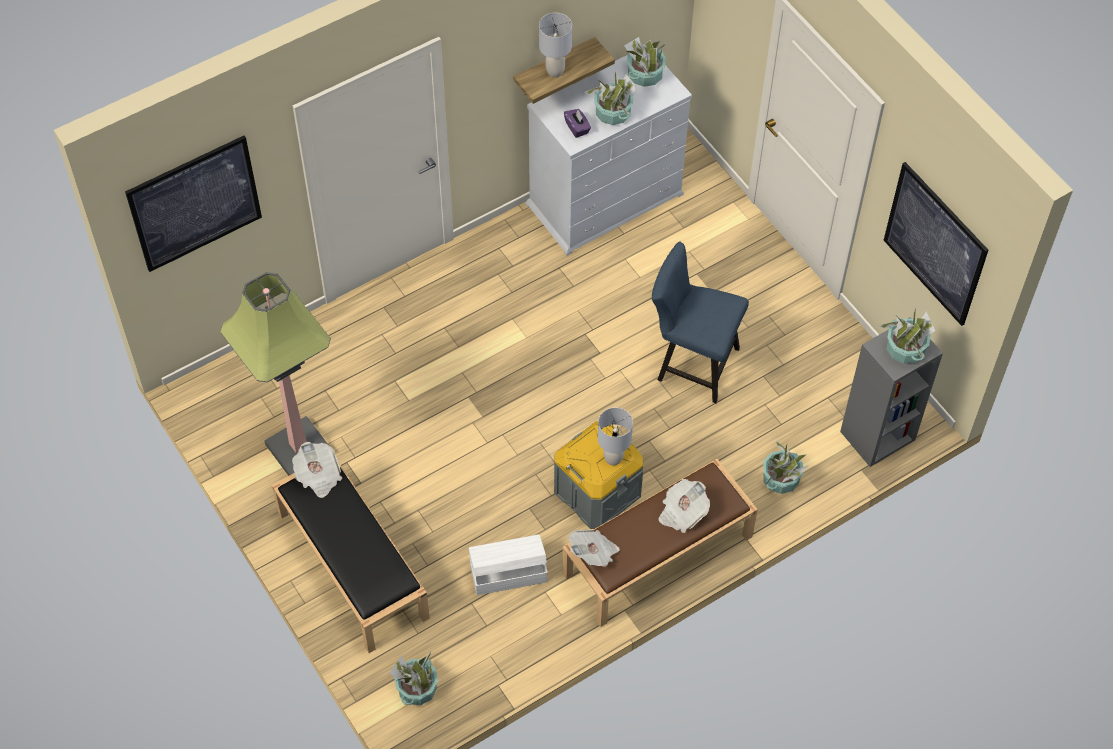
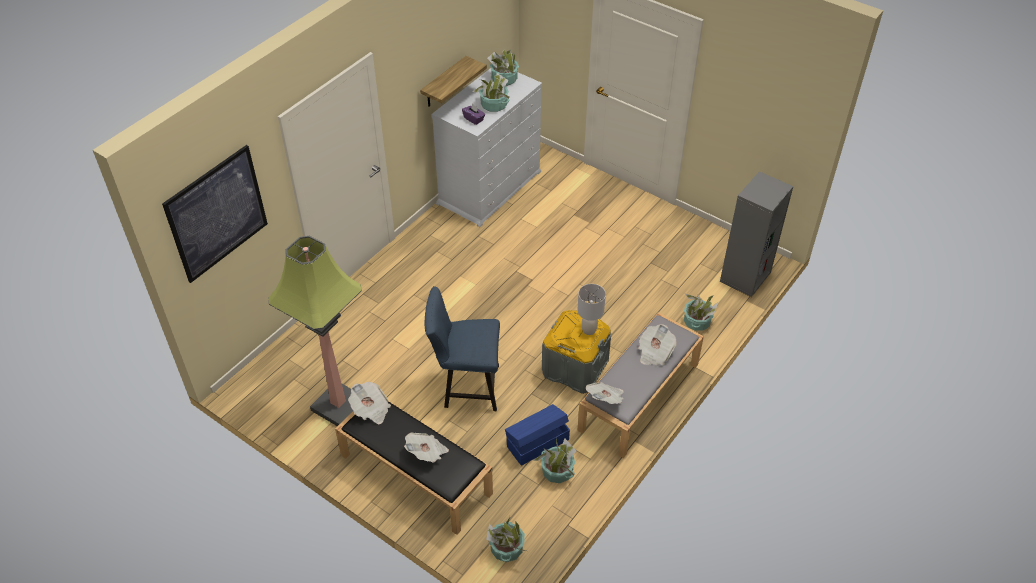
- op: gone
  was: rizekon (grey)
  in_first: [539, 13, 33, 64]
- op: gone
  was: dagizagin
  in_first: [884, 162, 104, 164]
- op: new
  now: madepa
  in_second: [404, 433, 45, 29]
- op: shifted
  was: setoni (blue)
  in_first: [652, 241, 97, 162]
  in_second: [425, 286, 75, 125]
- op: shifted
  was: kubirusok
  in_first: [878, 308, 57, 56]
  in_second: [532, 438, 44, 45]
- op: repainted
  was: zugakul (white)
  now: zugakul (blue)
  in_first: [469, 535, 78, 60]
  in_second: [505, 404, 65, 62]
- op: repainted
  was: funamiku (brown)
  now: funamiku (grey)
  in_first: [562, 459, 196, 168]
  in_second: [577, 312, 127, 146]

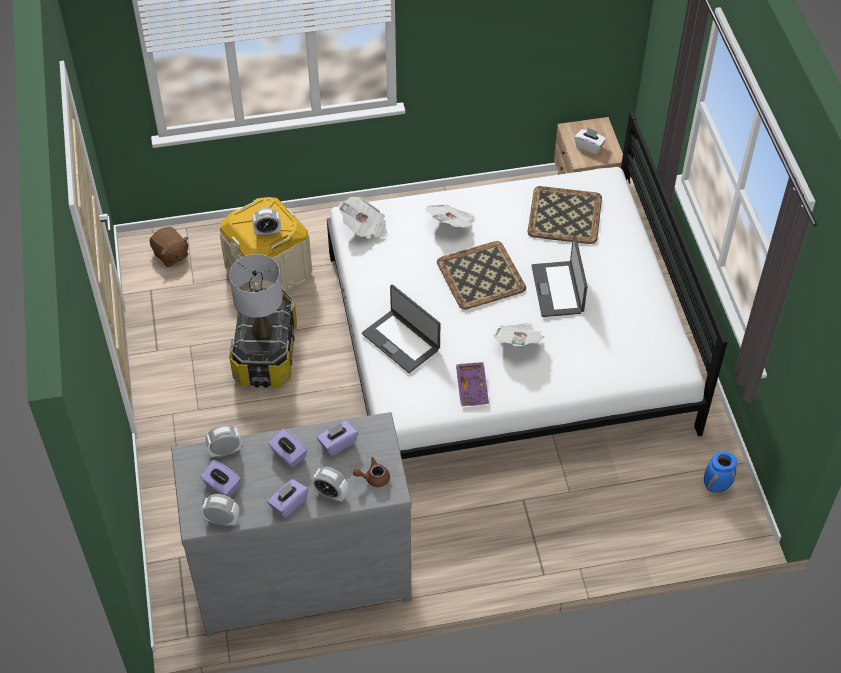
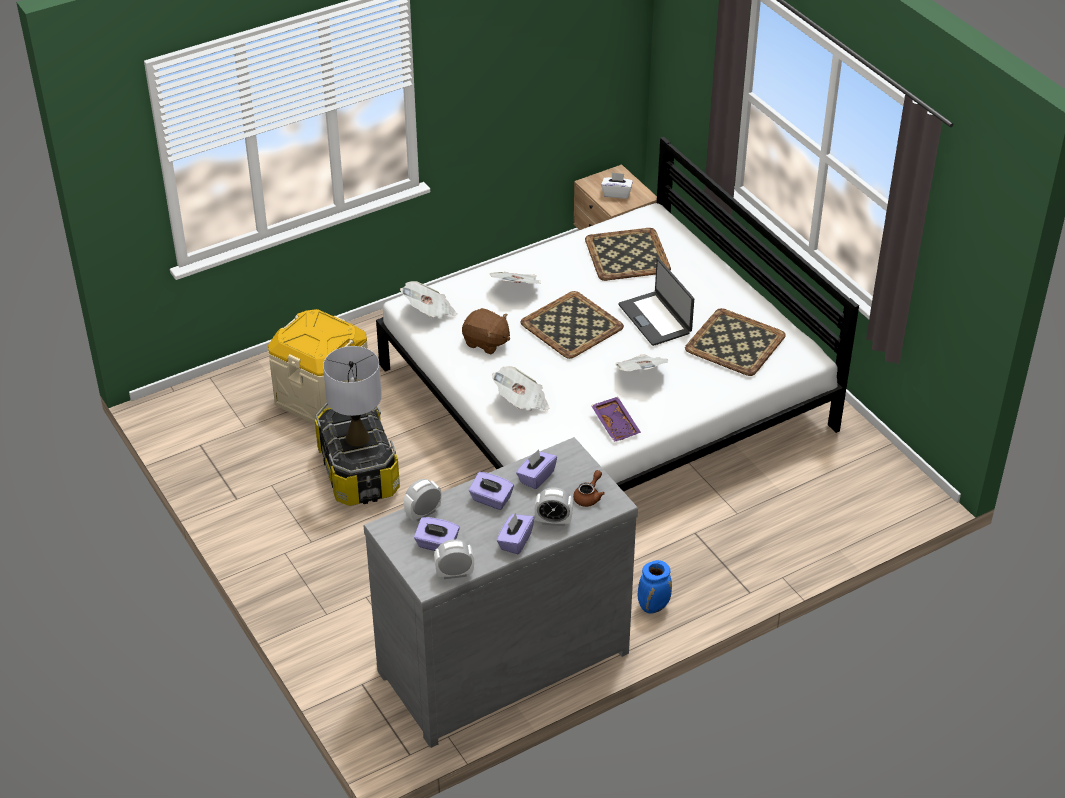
- op: gone
  was: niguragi
  in_first: [252, 208, 29, 28]
- op: new
  now: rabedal
  in_second: [685, 308, 101, 68]
- op: shifted
  was: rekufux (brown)
  in_first: [150, 227, 39, 40]
  in_second: [462, 308, 48, 46]
- op: shifted
  was: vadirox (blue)
  in_first: [704, 451, 33, 42]
  in_second: [638, 560, 34, 54]
- op: swapped
  was: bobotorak
  now: madepa
  in_first: [362, 284, 78, 89]
  in_second: [492, 366, 58, 45]
- op: rotated
  was: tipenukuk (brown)
  in_first: [353, 457, 37, 30]
  in_second: [573, 470, 32, 37]
  clockwise: 150

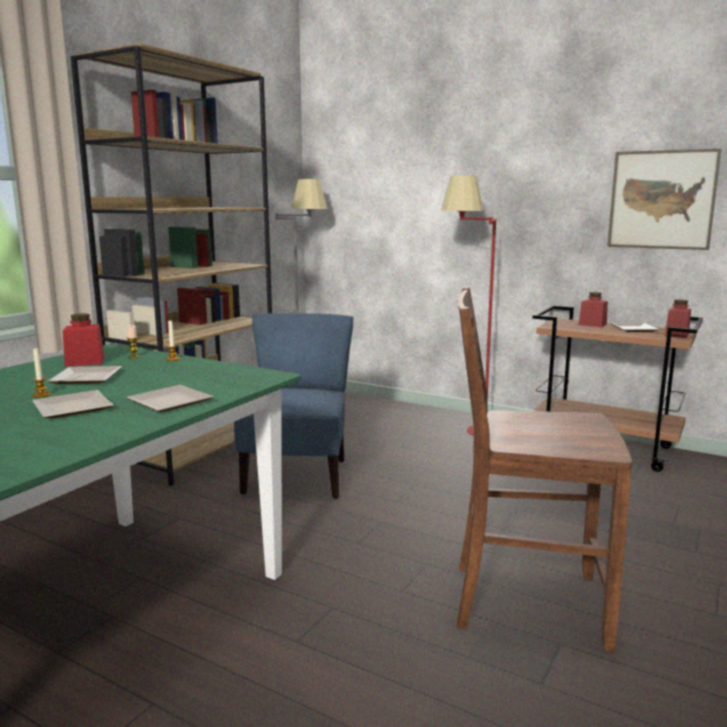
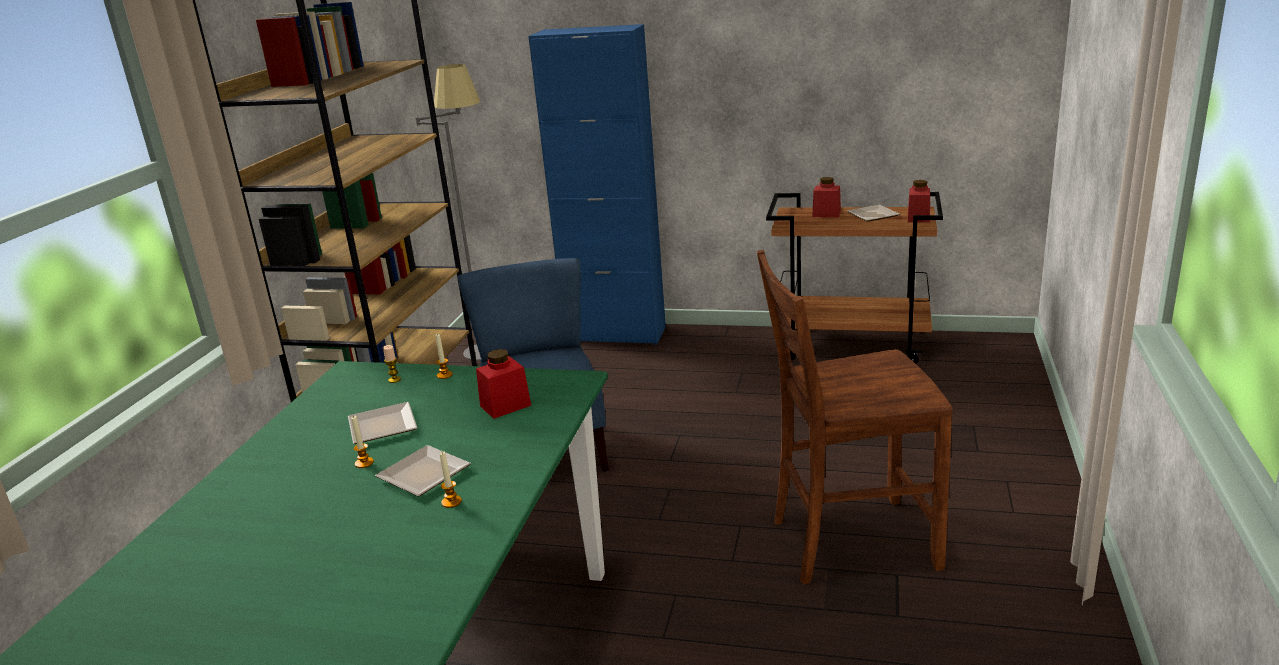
- op: gone
  was: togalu
  in_first: [126, 385, 88, 27]
- op: gone
  was: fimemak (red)
  in_first: [441, 176, 55, 260]
- op: gone
  was: dagizagin
  in_first: [607, 149, 114, 101]
- op: new
  now: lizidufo
  in_second: [440, 452, 22, 56]
- op: new
  now: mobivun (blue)
  in_second: [528, 24, 138, 321]
- op: shifted
  was: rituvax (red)
  in_first: [62, 313, 43, 54]
  in_second: [476, 349, 55, 70]

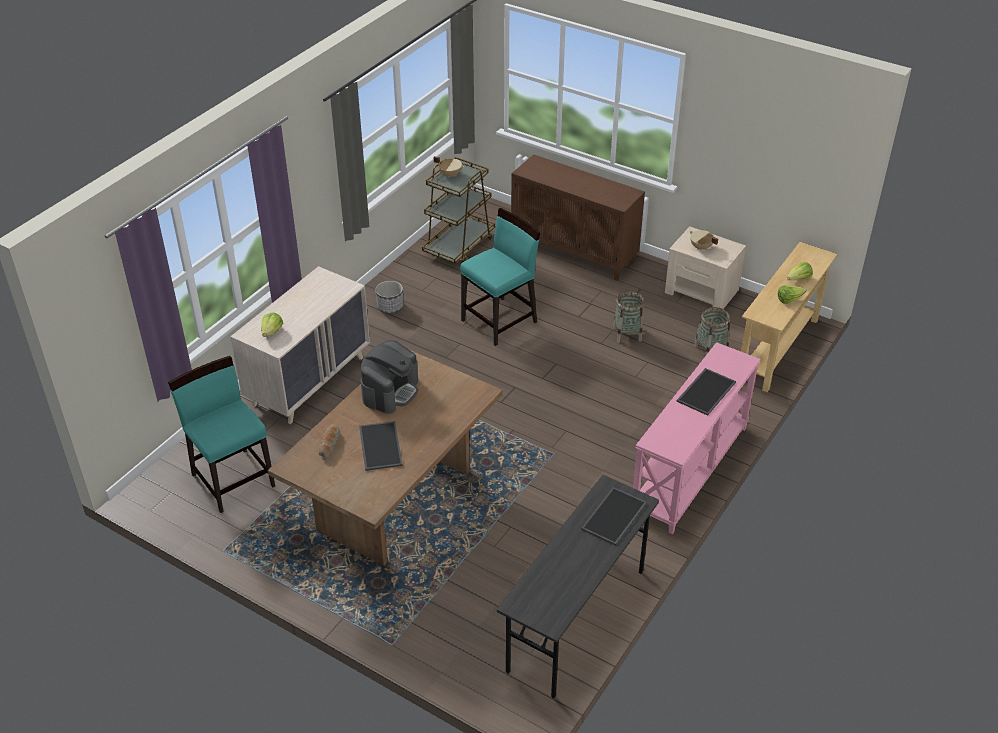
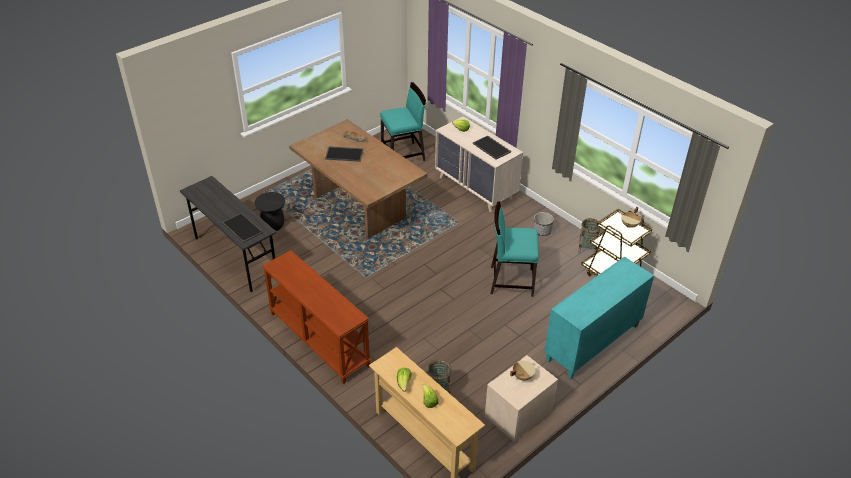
- op: gone
  was: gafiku
  in_first: [361, 340, 57, 74]
- op: new
  now: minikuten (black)
  in_second: [254, 192, 31, 39]
- op: shifted
  was: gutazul
  in_first: [613, 291, 31, 52]
  in_second: [578, 218, 23, 37]
- op: shifted
  was: rabedal
  in_first: [677, 368, 59, 48]
  in_second: [472, 136, 39, 24]
- op: repainted
  was: mobivun (brown)
  now: mobivun (turquoise)
  in_first: [511, 154, 134, 127]
  in_second: [544, 257, 110, 122]
- op: repainted
  was: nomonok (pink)
  now: nomonok (brown)
  in_first: [633, 342, 128, 192]
  in_second: [262, 250, 109, 134]
- op: rotated
  was: setoni (turquoise)
  in_first: [460, 208, 80, 138]
  in_second: [491, 202, 48, 95]
  clockwise: 120

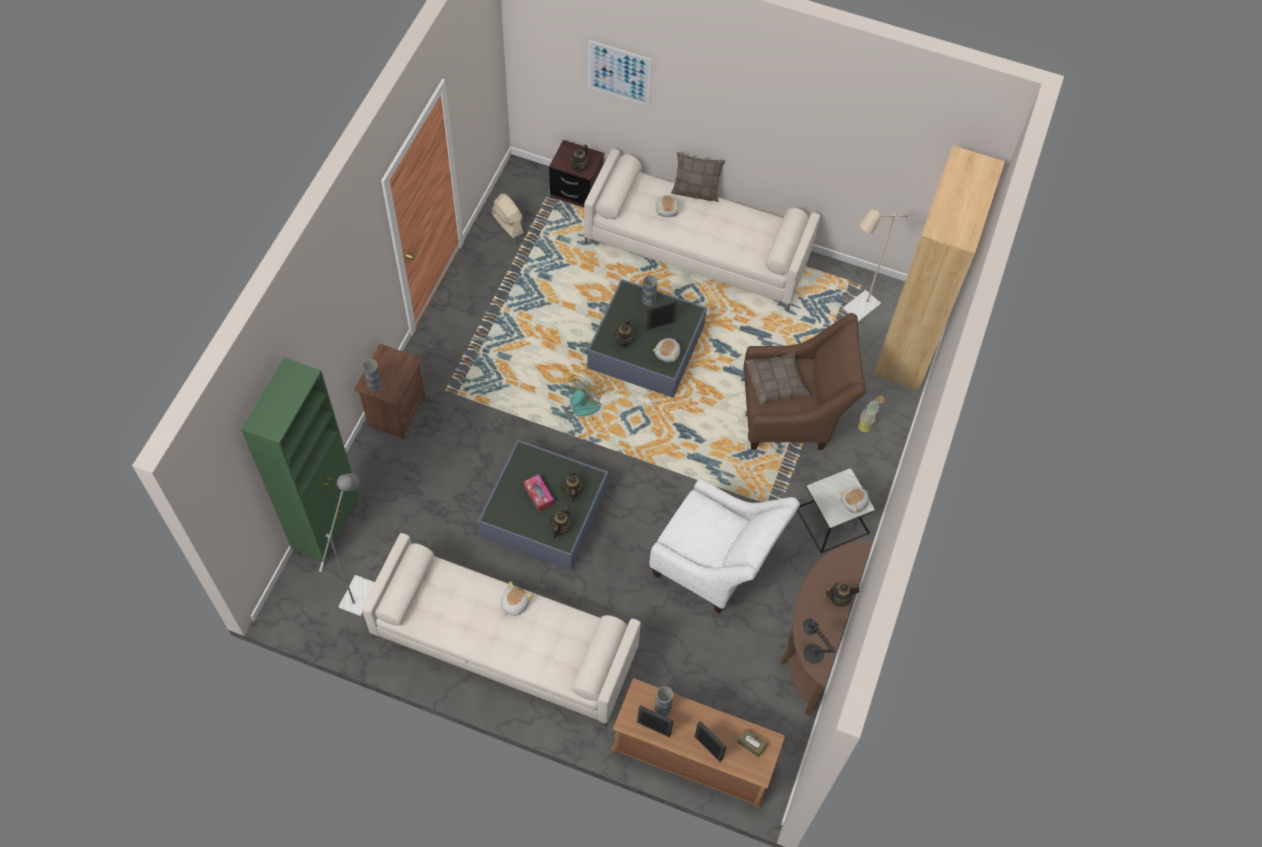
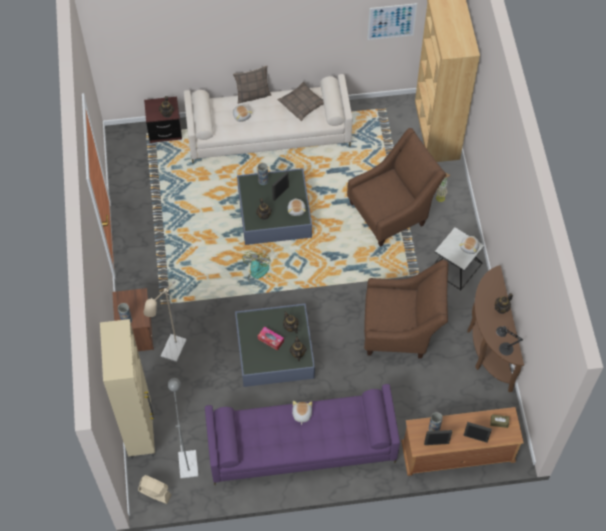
- op: shifted
  was: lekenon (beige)
  in_first: [492, 194, 32, 44]
  in_second: [138, 475, 34, 29]
- op: shifted
  was: dagizagin
  in_first: [588, 40, 64, 66]
  in_second: [367, 3, 50, 37]
- op: shifted
  was: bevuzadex
  in_first: [746, 352, 64, 53]
  in_second: [278, 81, 46, 40]
- op: shifted
  was: fimemak (beige)
  in_first: [843, 209, 65, 113]
  in_second: [144, 281, 42, 81]
- op: repainted
  was: mobivun (green)
  now: mobivun (beige)
  in_first: [241, 357, 118, 208]
  in_second: [100, 319, 55, 140]
- op: repainted
  was: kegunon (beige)
  now: kegunon (purple)
  in_first: [362, 533, 279, 194]
  in_second: [205, 384, 195, 101]
- op: repainted
  was: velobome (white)
  now: velobome (brown)
  in_first: [649, 479, 151, 134]
  in_second: [364, 260, 84, 99]

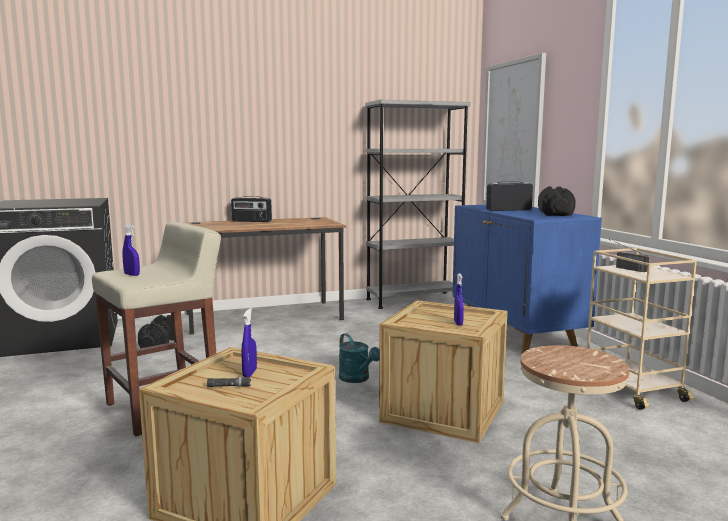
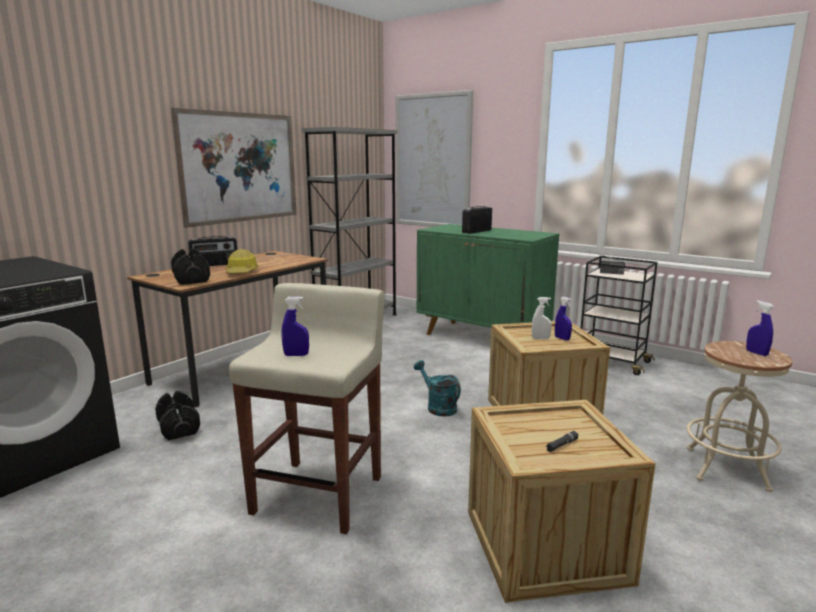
- op: new
  now: dagizagin
  in_second: [171, 108, 126, 120]
- op: new
  now: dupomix
  in_second: [226, 249, 33, 24]
- op: new
  now: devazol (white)
  in_second: [532, 297, 20, 43]
- op: shifted
  was: devazol (blue)
  in_first: [241, 308, 16, 69]
  in_second: [746, 301, 28, 55]
- op: shifted
  was: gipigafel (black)
  in_first: [538, 186, 38, 30]
  in_second: [171, 248, 39, 37]
- op: repainted
  was: mobivun (blue)
  now: mobivun (green)
  in_first: [452, 205, 150, 150]
  in_second: [417, 224, 142, 111]
- op: repainted
  was: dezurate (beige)
  now: dezurate (black)
  in_first: [587, 248, 110, 162]
  in_second: [581, 256, 77, 119]
- op: rotated
  was: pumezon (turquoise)
  in_first: [339, 333, 40, 50]
  in_second: [414, 360, 47, 57]
  clockwise: -150

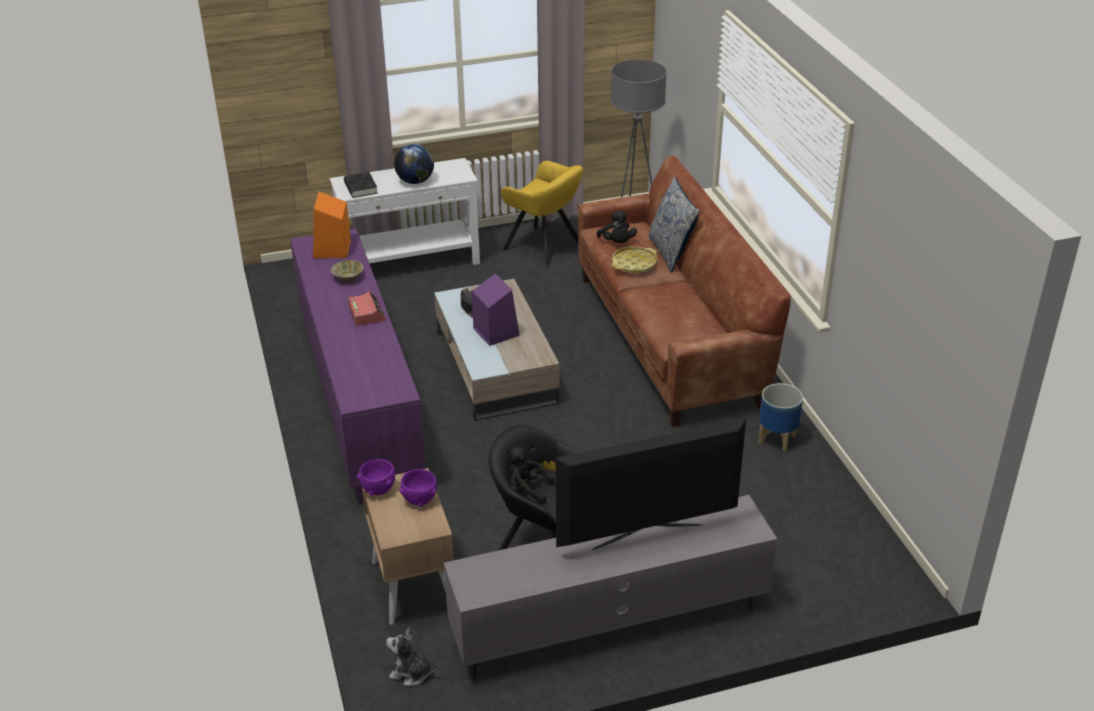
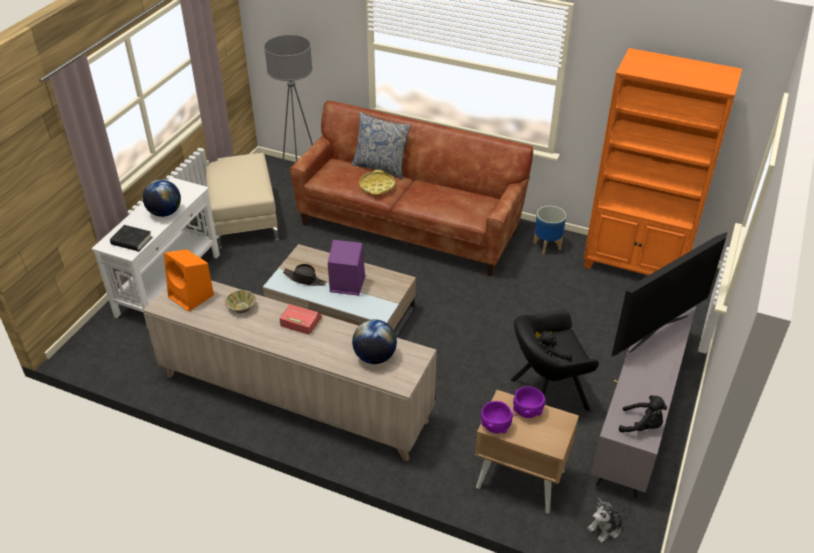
- op: new
  now: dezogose
  in_second: [352, 319, 45, 45]
- op: new
  now: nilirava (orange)
  in_second: [584, 48, 158, 227]
- op: shifted
  was: rekufux (black)
  in_first: [597, 210, 40, 33]
  in_second: [619, 395, 48, 37]
- op: swapped
  was: velobome (yellow)
  now: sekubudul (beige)
  in_first: [501, 161, 82, 107]
  in_second: [205, 153, 74, 96]
- op: repainted
  was: mobivun (purple)
  now: mobivun (beige)
  in_first: [291, 228, 135, 275]
  in_second: [143, 280, 294, 181]
- op: rotated
  was: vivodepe
  in_first: [556, 419, 190, 131]
  in_second: [611, 232, 116, 125]
  clockwise: -150

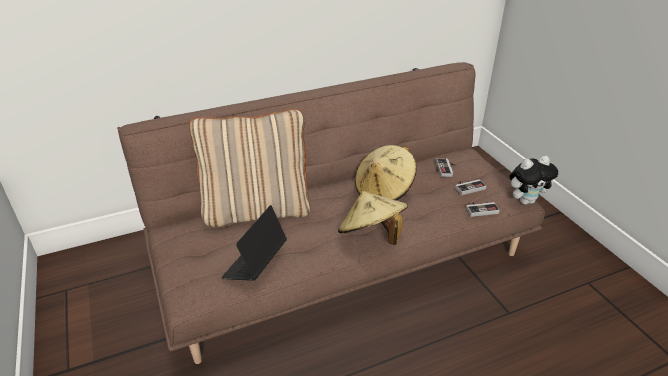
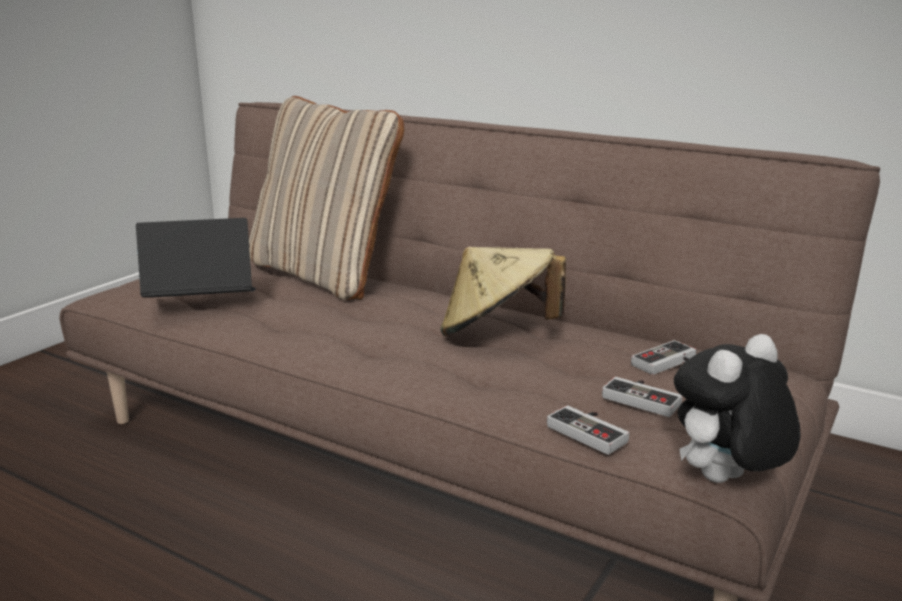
- op: gone
  was: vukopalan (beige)
  in_first: [338, 191, 70, 54]
- op: rotated
  was: rekufux
  in_first: [509, 156, 49, 49]
  in_second: [674, 334, 127, 149]
  clockwise: 105

